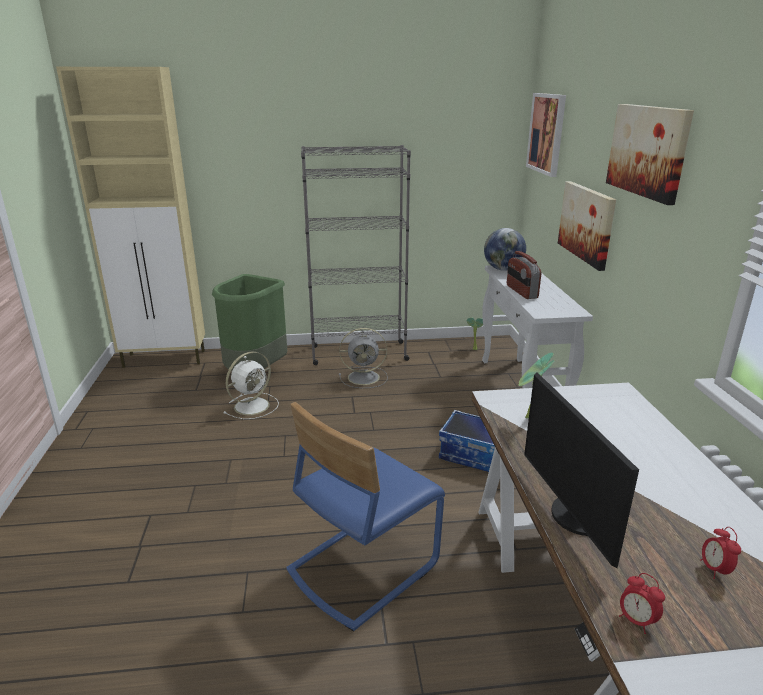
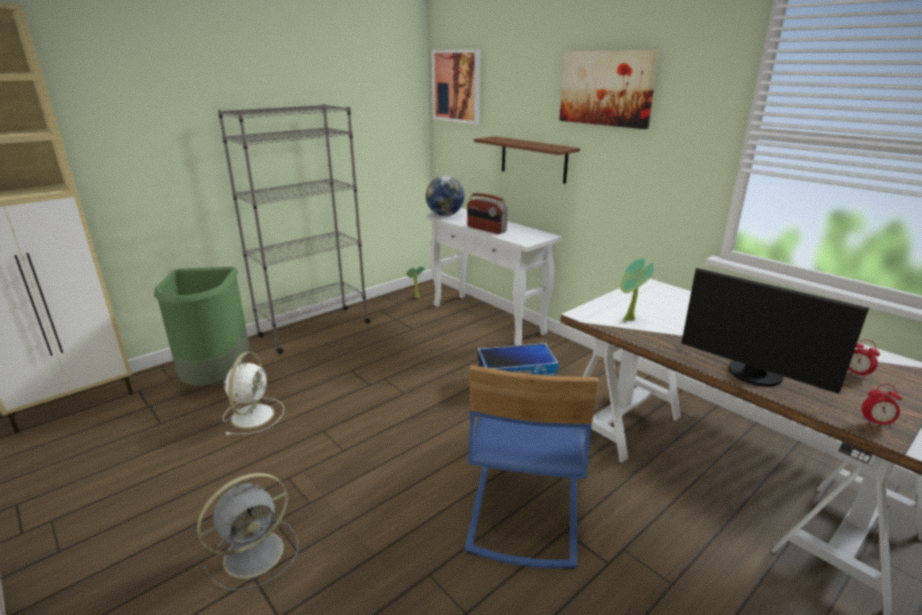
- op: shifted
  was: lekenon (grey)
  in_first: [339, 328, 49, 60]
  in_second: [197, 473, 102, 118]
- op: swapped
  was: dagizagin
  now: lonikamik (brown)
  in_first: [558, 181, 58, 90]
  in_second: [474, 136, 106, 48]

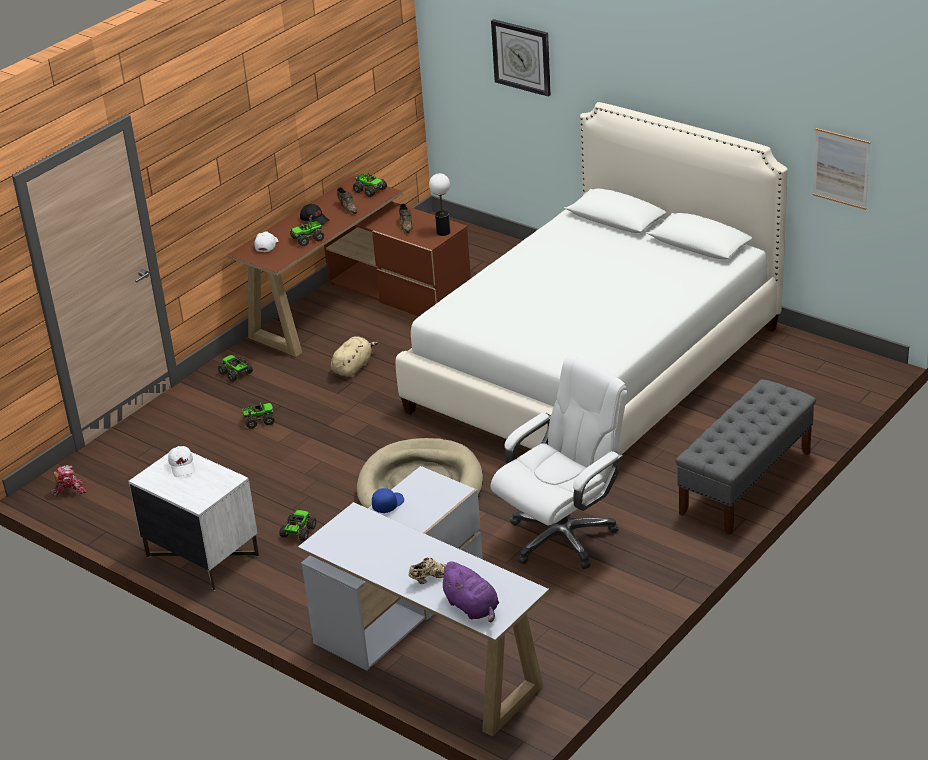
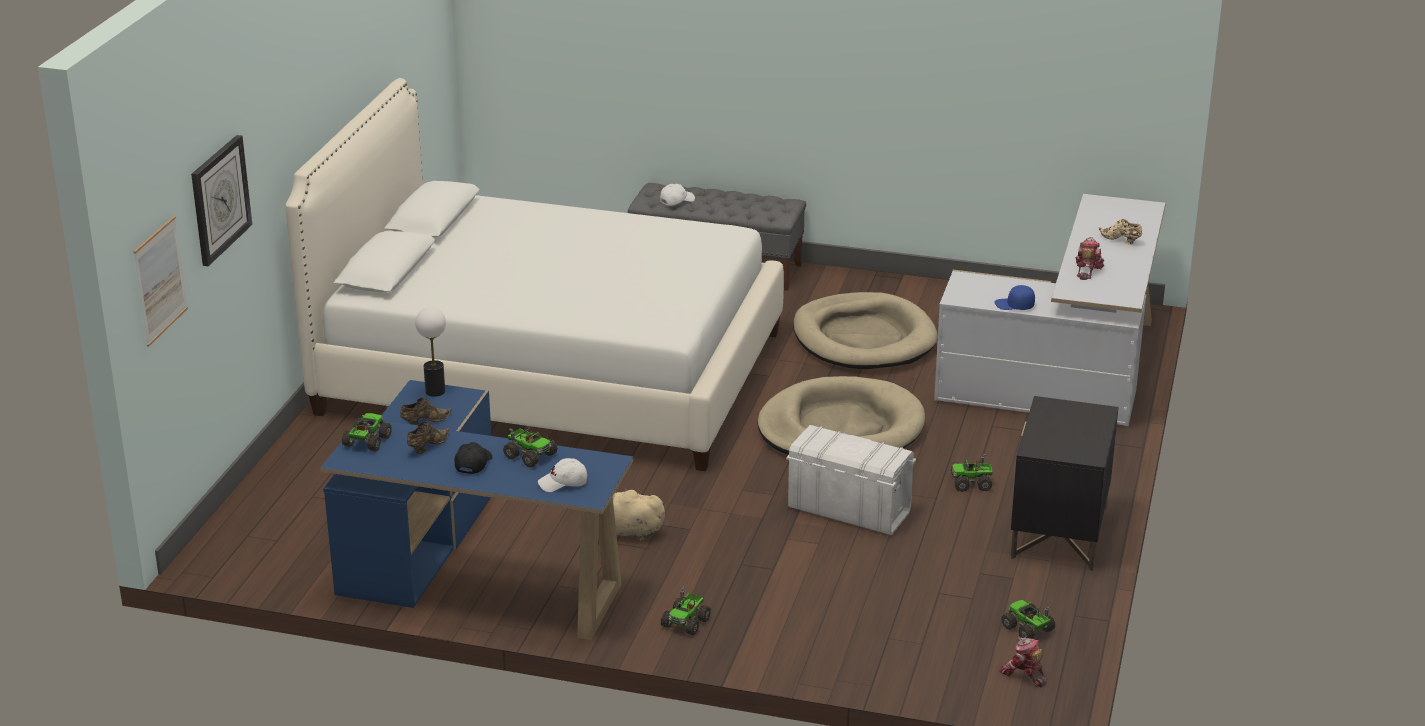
- op: gone
  was: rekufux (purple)
  in_first: [438, 561, 61, 61]
- op: new
  now: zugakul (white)
  in_second: [786, 425, 130, 110]
- op: new
  now: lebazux
  in_second: [1075, 237, 29, 43]
- op: shifted
  was: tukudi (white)
  in_first: [168, 446, 27, 31]
  in_second: [660, 184, 35, 22]
- op: shifted
  was: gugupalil
  in_first: [242, 402, 33, 27]
  in_second: [1001, 600, 55, 39]
- op: shifted
  was: dagizagin
  in_first: [812, 128, 59, 82]
  in_second: [133, 216, 55, 131]
- op: swapped
  was: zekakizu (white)
  now: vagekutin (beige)
  in_first: [490, 355, 137, 214]
  in_second: [793, 292, 145, 78]
- op: repainted
  was: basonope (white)
  now: basonope (black)
  in_first: [128, 446, 131, 145]
  in_second: [1011, 396, 108, 174]
- op: repainted
  was: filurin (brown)
  now: filurin (blue)
  in_first: [227, 176, 244, 181]
  in_second: [320, 380, 313, 260]

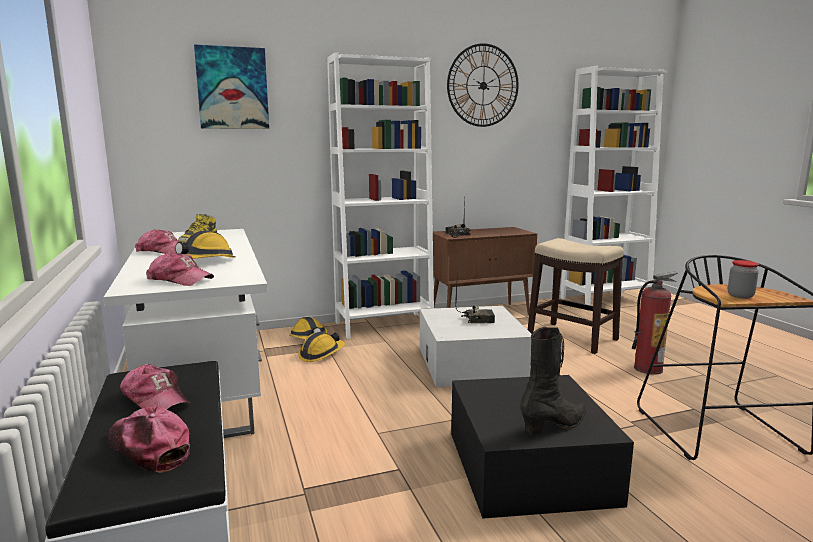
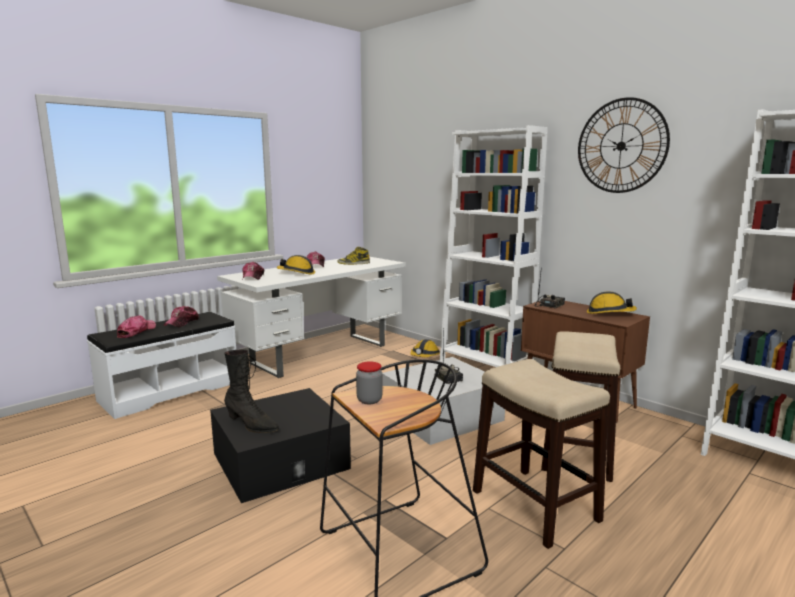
- op: gone
  was: dagizagin
  in_first: [194, 44, 75, 85]
- op: shifted
  was: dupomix
  in_first: [298, 332, 47, 30]
  in_second: [587, 291, 50, 23]
- op: swapped
  was: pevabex
  now: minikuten
  in_first: [632, 272, 46, 103]
  in_second: [473, 359, 137, 190]

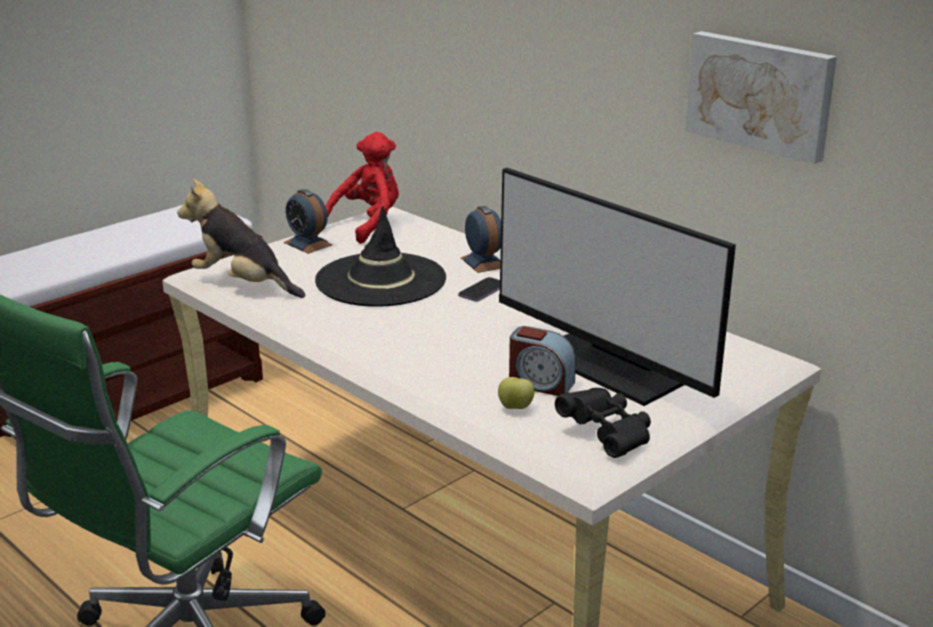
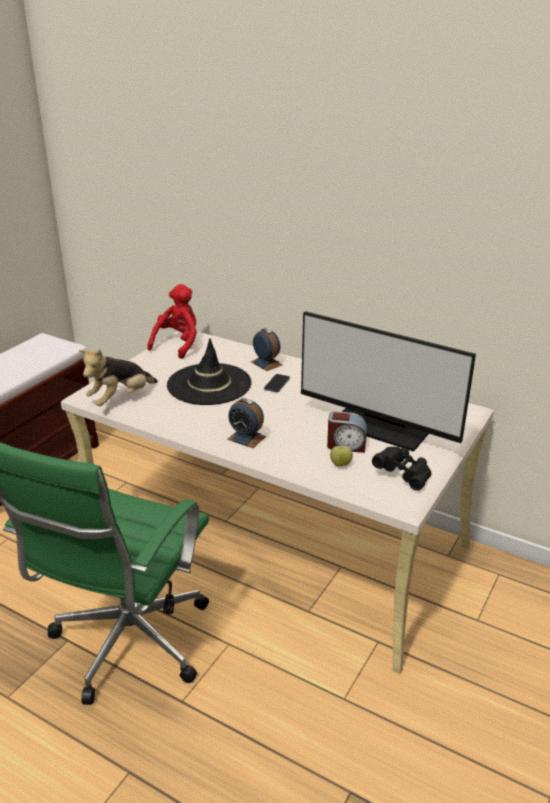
- op: gone
  was: dagizagin
  in_first: [685, 31, 152, 133]
- op: shifted
  was: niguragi
  in_first: [284, 189, 49, 65]
  in_second: [227, 398, 39, 50]
- op: rotated
  was: rekufux
  in_first: [177, 179, 128, 119]
  in_second: [79, 349, 79, 57]
  clockwise: -60

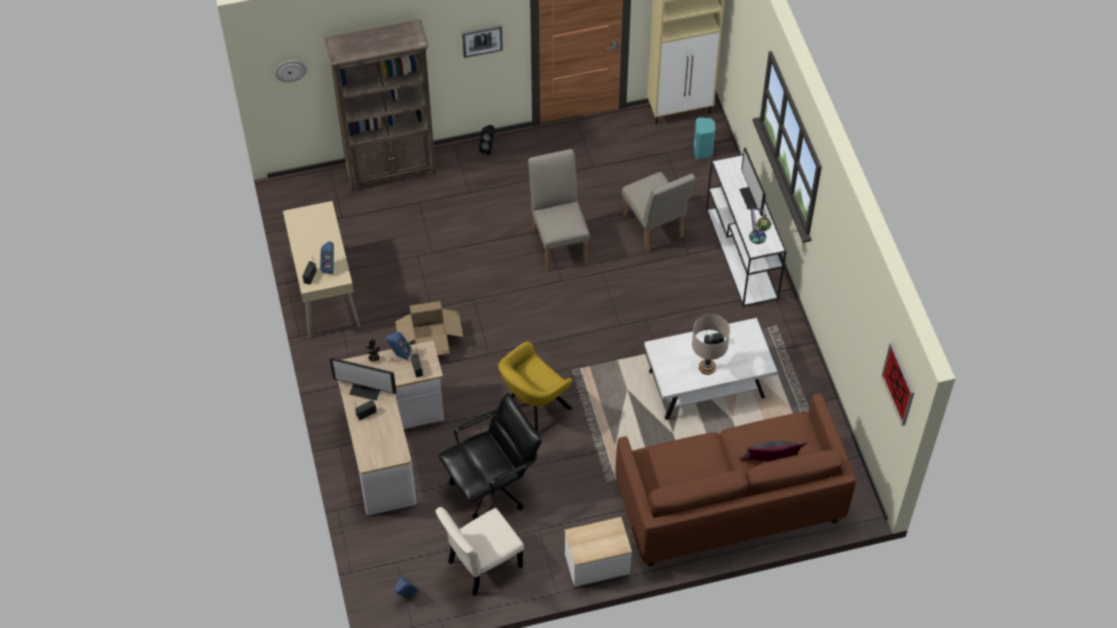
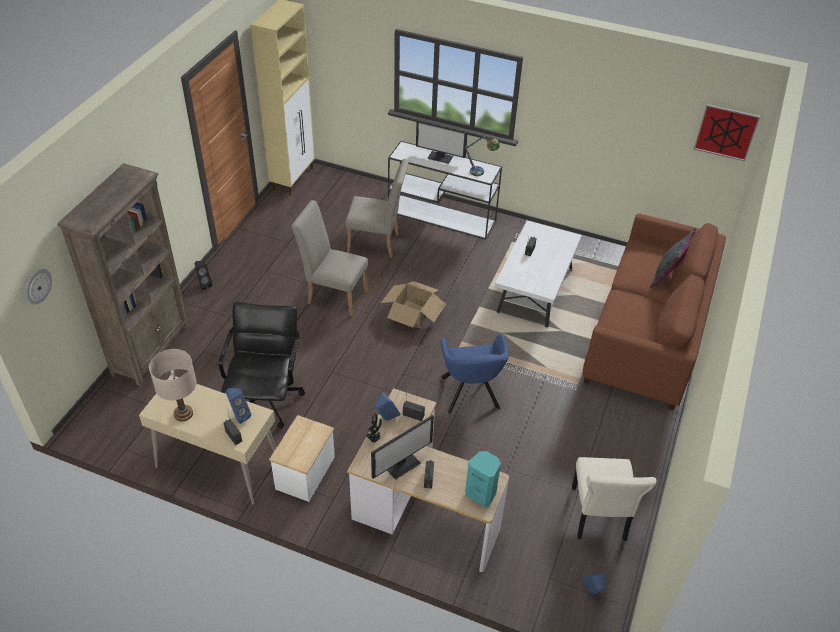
- op: gone
  was: dagizagin
  in_first: [462, 25, 41, 33]
- op: shifted
  was: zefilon
  in_first: [395, 301, 68, 54]
  in_second: [381, 281, 65, 47]
- op: shifted
  was: zekakizu (black)
  in_first: [439, 393, 103, 127]
  in_second: [219, 302, 86, 126]
- op: shifted
  was: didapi
  in_first: [565, 517, 67, 70]
  in_second: [269, 415, 66, 87]
- op: shifted
  was: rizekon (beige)
  in_first: [692, 314, 38, 61]
  in_second: [149, 349, 48, 72]
- op: shifted
  was: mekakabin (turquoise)
  in_first: [694, 117, 21, 42]
  in_second: [465, 451, 36, 56]
- op: repainted
  was: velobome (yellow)
  now: velobome (blue)
  in_first: [498, 342, 75, 90]
  in_second: [440, 334, 69, 79]

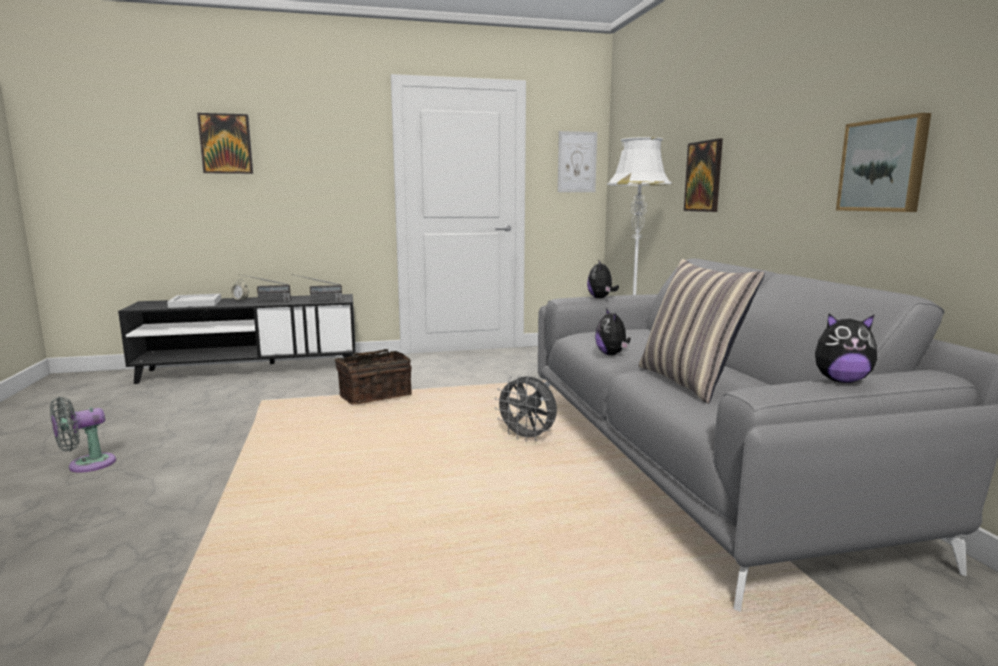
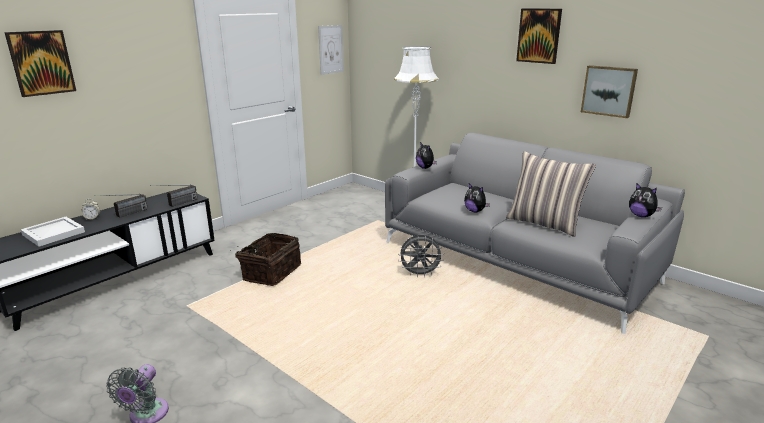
- op: shifted
  was: dagizagin
  in_first: [684, 138, 39, 74]
  in_second: [516, 8, 46, 56]
- op: rotated
  was: rekufux
  in_first: [815, 314, 62, 69]
  in_second: [629, 183, 33, 34]
  clockwise: 75

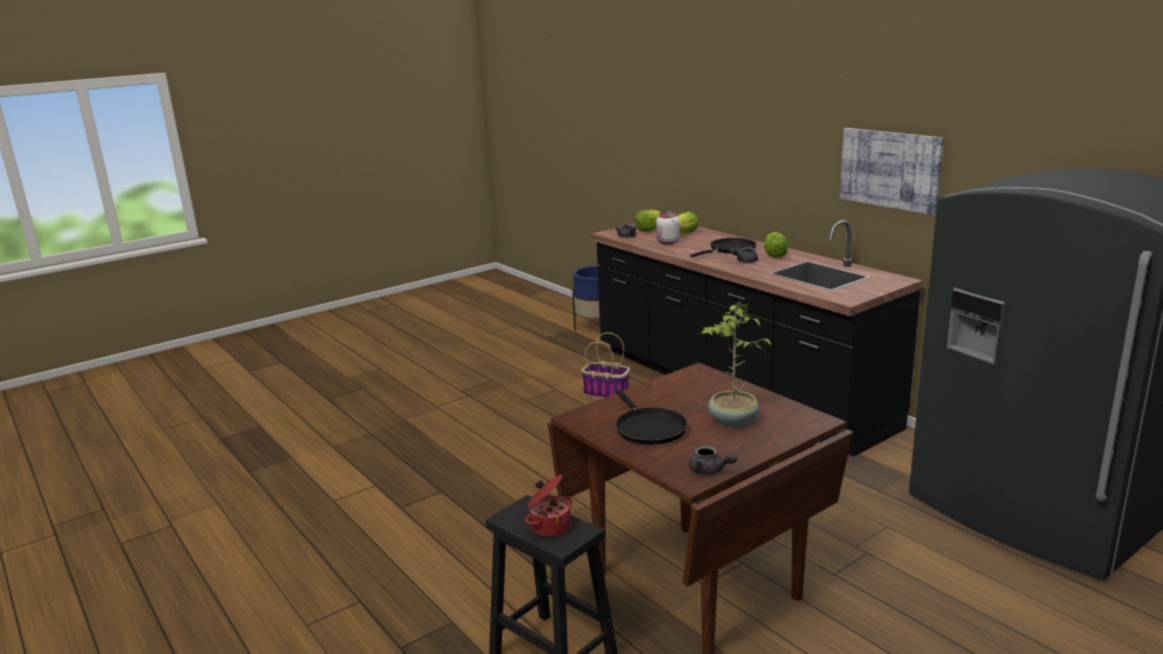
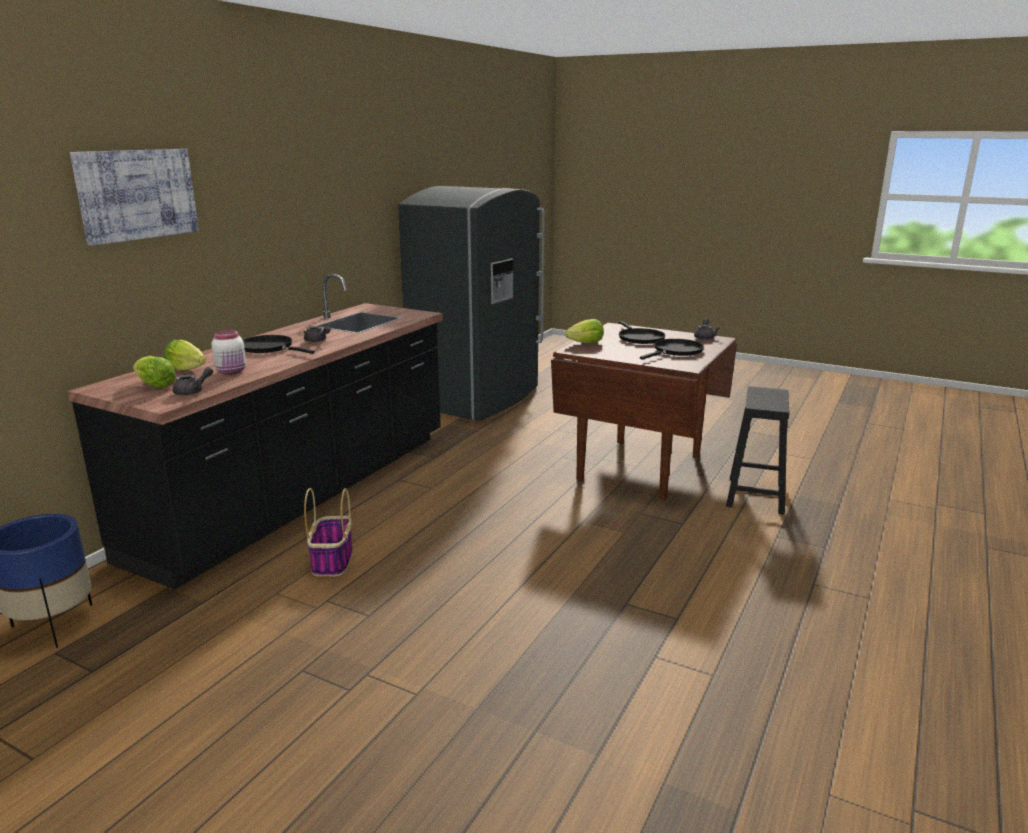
- op: gone
  was: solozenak
  in_first: [525, 474, 48, 63]
- op: shifted
  was: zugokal
  in_first: [764, 232, 24, 26]
  in_second: [565, 319, 39, 24]
- op: shifted
  was: dagizagin
  in_first: [840, 128, 104, 87]
  in_second: [70, 149, 129, 97]
- op: swapped
  was: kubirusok
  now: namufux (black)
  in_first: [701, 301, 71, 126]
  in_second: [619, 321, 47, 23]

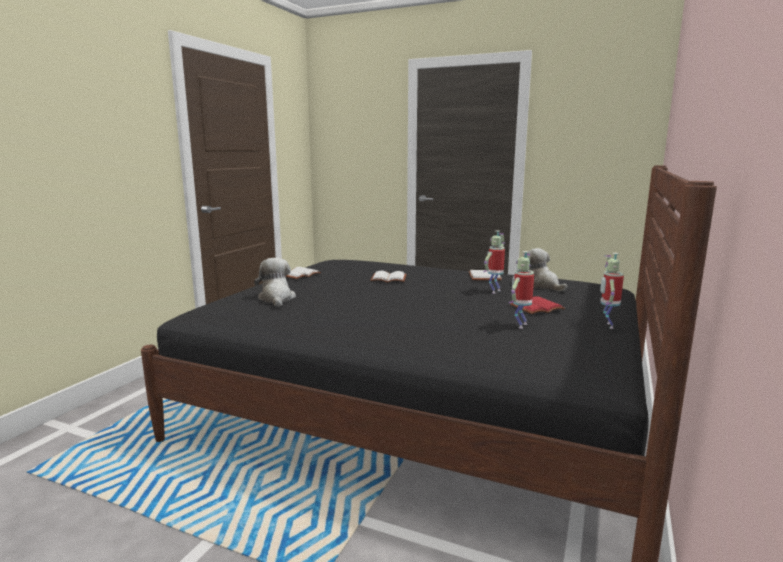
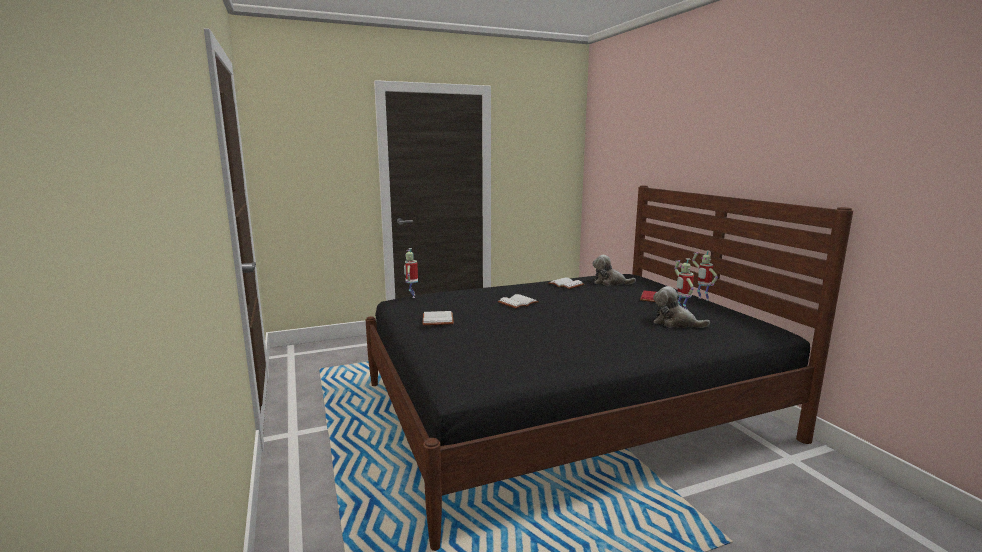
- op: shifted
  was: rekufux
  in_first: [254, 258, 42, 49]
  in_second: [653, 286, 57, 42]
- op: shifted
  was: lebazux
  in_first: [483, 230, 22, 63]
  in_second: [404, 248, 14, 50]

